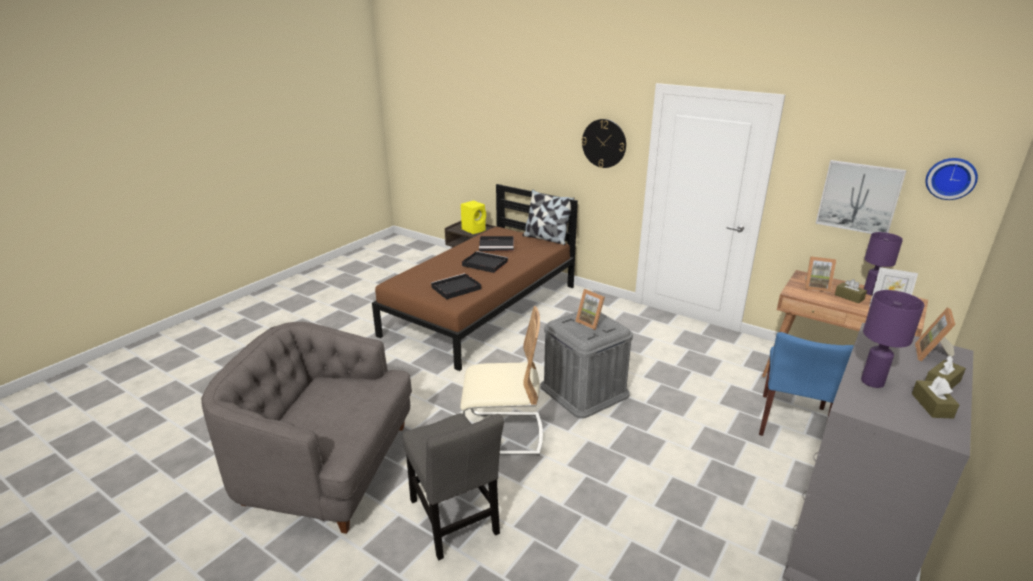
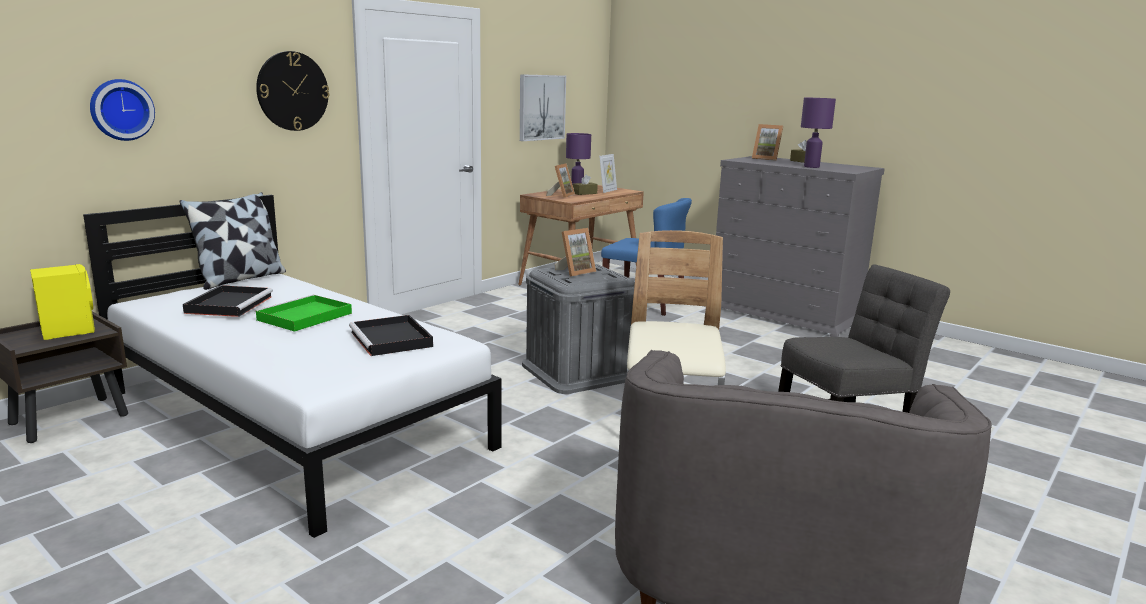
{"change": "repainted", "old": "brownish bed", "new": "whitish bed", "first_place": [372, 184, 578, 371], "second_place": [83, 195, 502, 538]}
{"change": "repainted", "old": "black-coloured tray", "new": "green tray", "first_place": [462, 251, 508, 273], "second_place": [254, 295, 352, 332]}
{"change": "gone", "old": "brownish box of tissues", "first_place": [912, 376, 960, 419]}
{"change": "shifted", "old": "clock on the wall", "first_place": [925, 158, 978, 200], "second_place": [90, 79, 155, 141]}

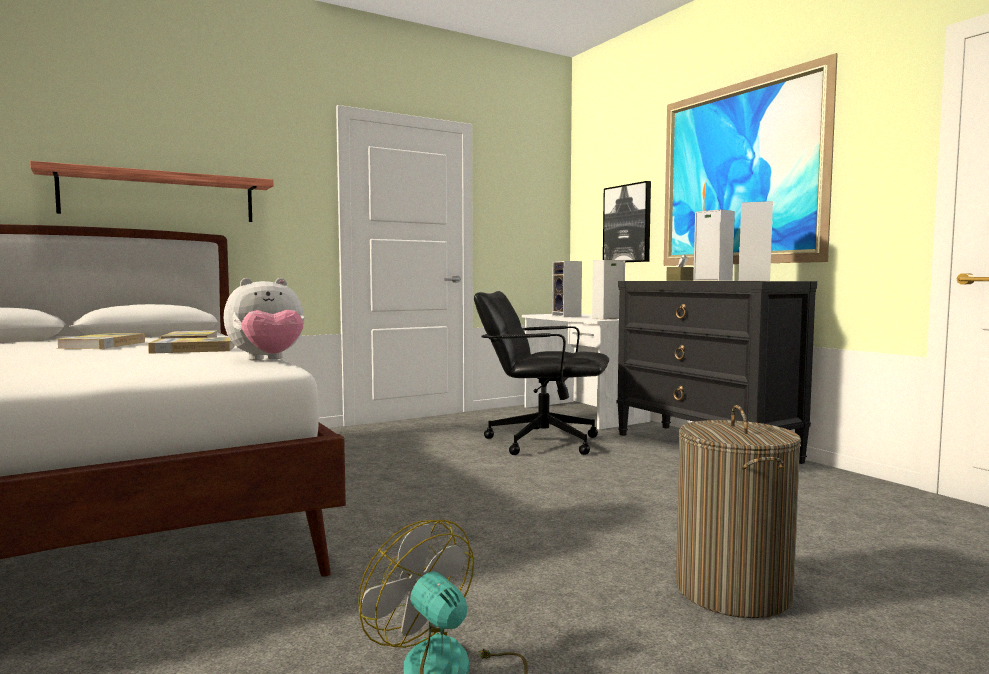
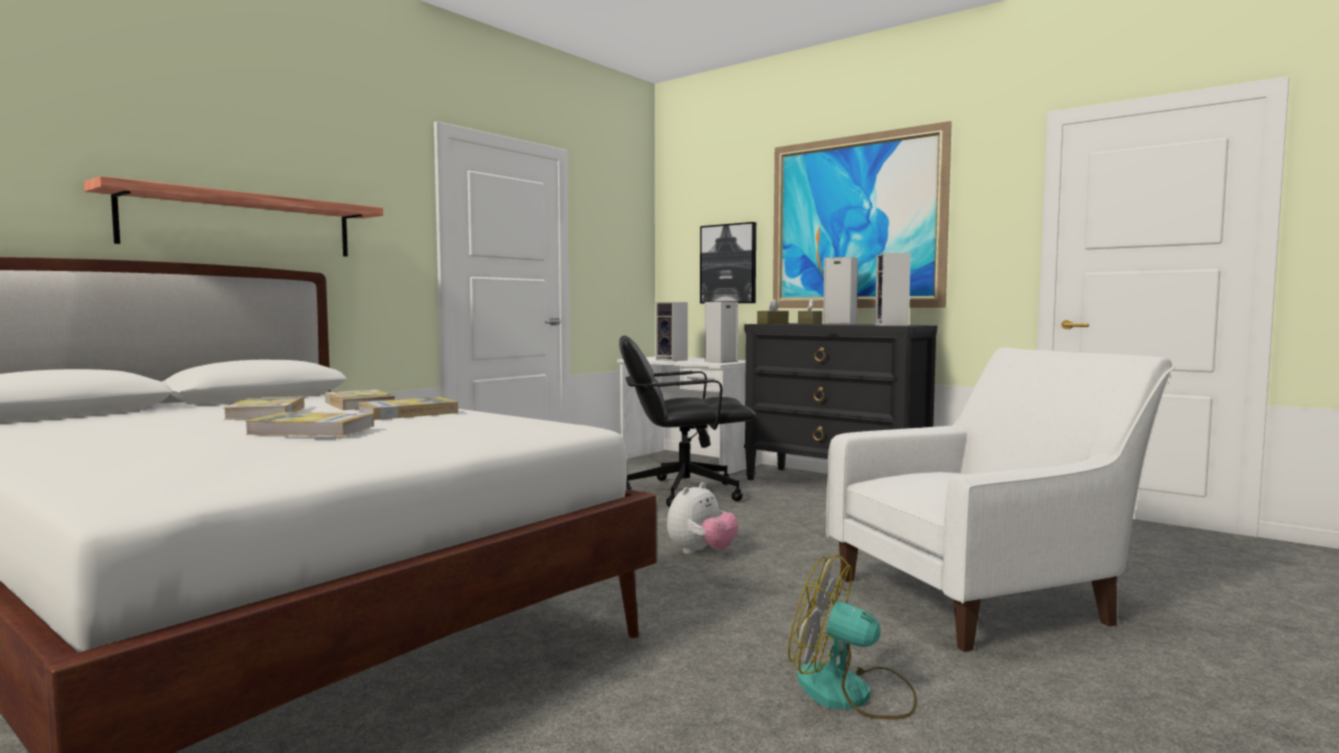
{"change": "shifted", "old": "cuddly toy", "first_place": [223, 278, 305, 360], "second_place": [667, 483, 739, 554]}
{"change": "swapped", "old": "washing basket", "new": "whitish lounge chair", "first_place": [676, 405, 801, 618], "second_place": [826, 348, 1175, 652]}
{"change": "new", "new": "bound book", "second_place": [245, 412, 374, 436]}
{"change": "new", "new": "brownish box of tissues", "second_place": [757, 299, 789, 324]}

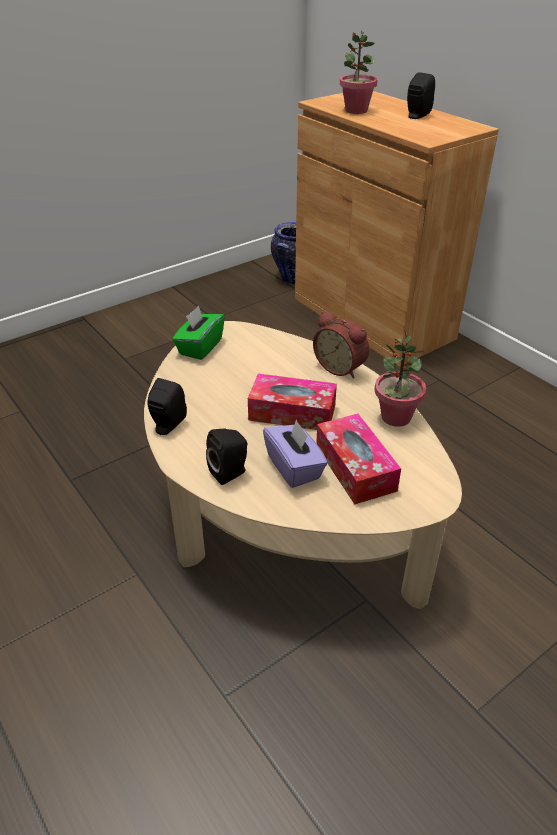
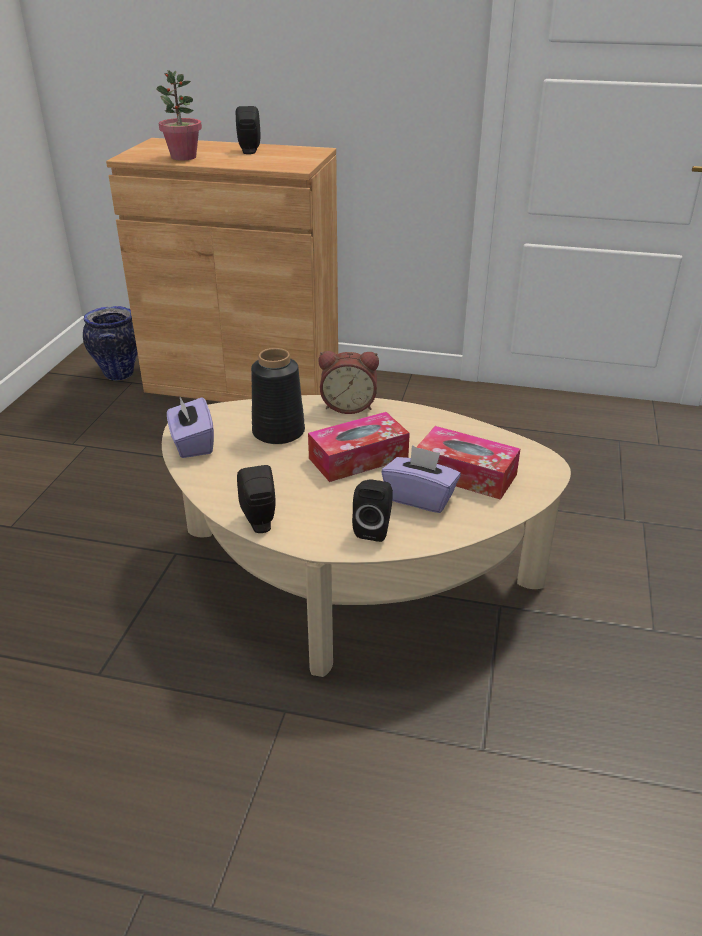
{"change": "repainted", "old": "green box of tissues", "new": "purple-coloured box of tissues", "first_place": [172, 306, 225, 360], "second_place": [167, 395, 214, 458]}
{"change": "gone", "old": "plant in a pot", "first_place": [374, 331, 426, 427]}
{"change": "new", "new": "black-coloured flower vase", "second_place": [251, 348, 305, 444]}

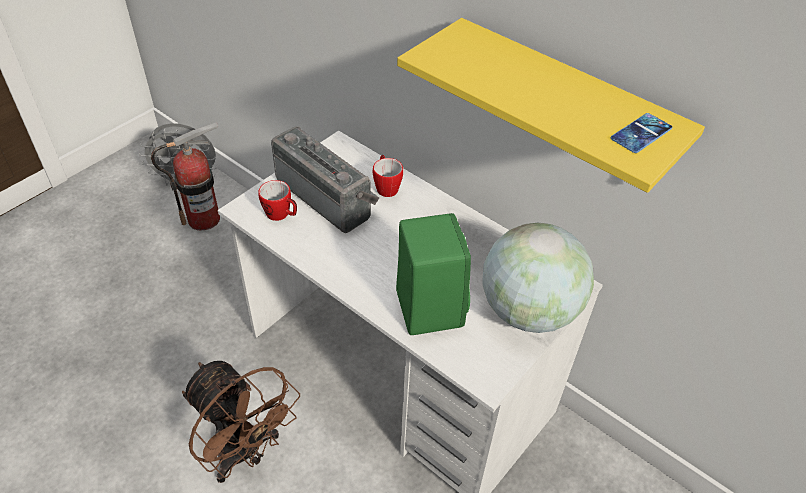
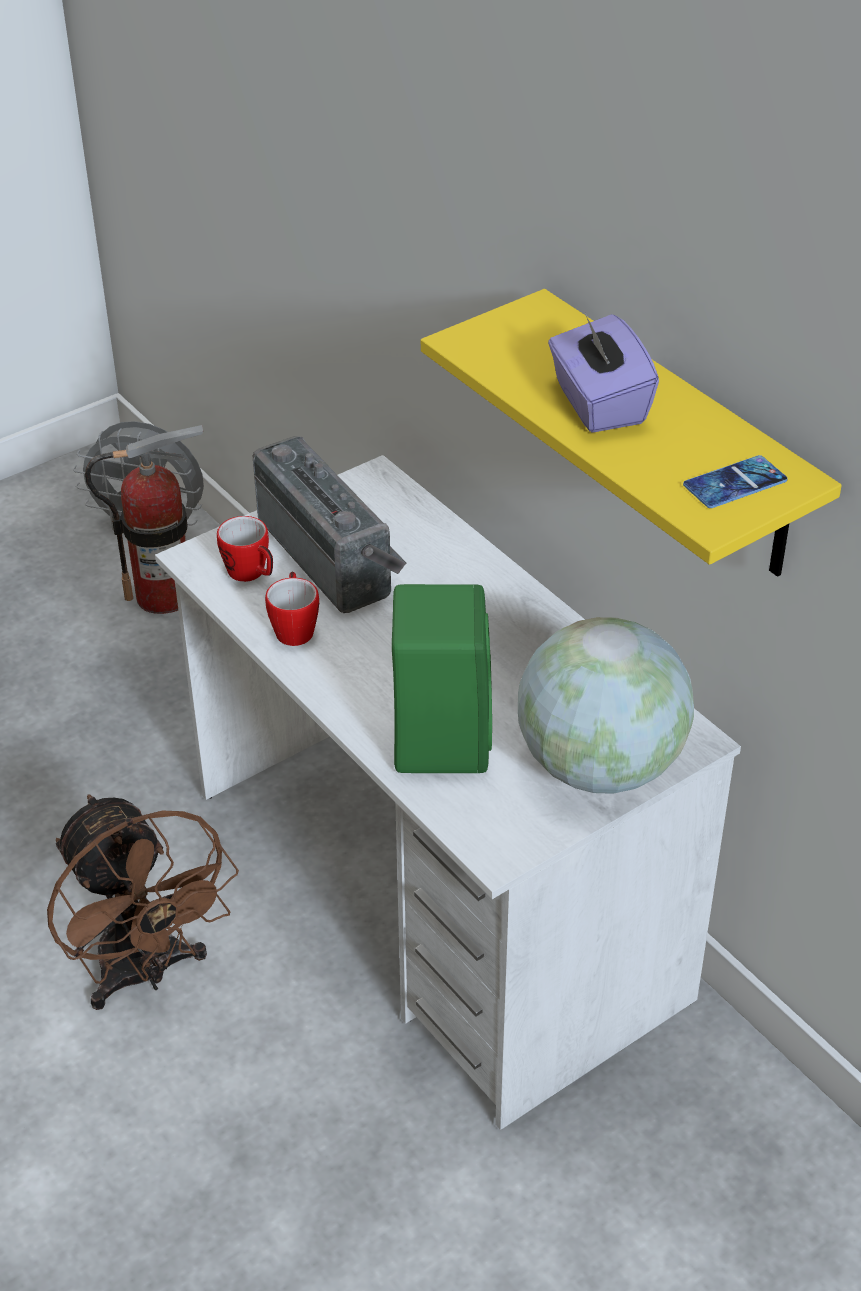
{"change": "shifted", "old": "mug", "first_place": [373, 155, 403, 197], "second_place": [265, 571, 319, 646]}
{"change": "new", "new": "purple-coloured box of tissues", "second_place": [548, 313, 659, 433]}

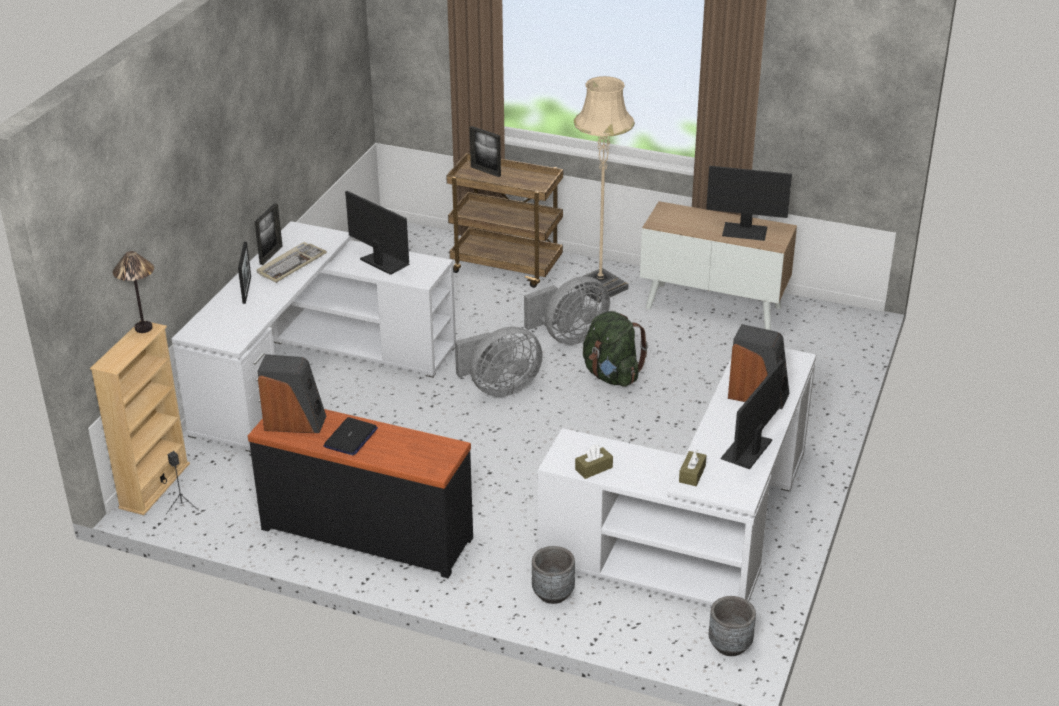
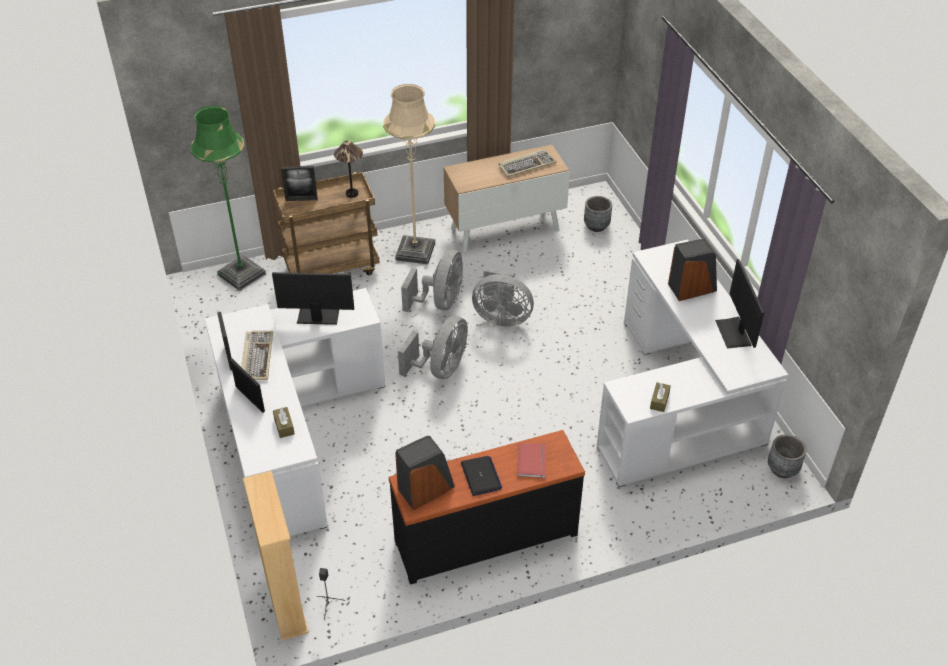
{"change": "shifted", "old": "table lamp", "first_place": [113, 251, 154, 333], "second_place": [334, 140, 363, 198]}
{"change": "shifted", "old": "greyish plant pot", "first_place": [532, 546, 575, 604], "second_place": [584, 196, 612, 232]}
{"change": "swapped", "old": "green knapsack", "new": "greyish electric fan", "first_place": [583, 311, 648, 387], "second_place": [472, 267, 534, 327]}
{"change": "shifted", "old": "brownish box of tissues", "first_place": [679, 450, 706, 486], "second_place": [273, 407, 295, 438]}
{"change": "swapped", "old": "monitor", "new": "computer keyboard", "first_place": [706, 166, 792, 241], "second_place": [499, 149, 556, 177]}
{"change": "new", "new": "green floor lamp", "second_place": [190, 106, 266, 291]}
{"change": "new", "new": "red bound book", "second_place": [517, 443, 547, 478]}

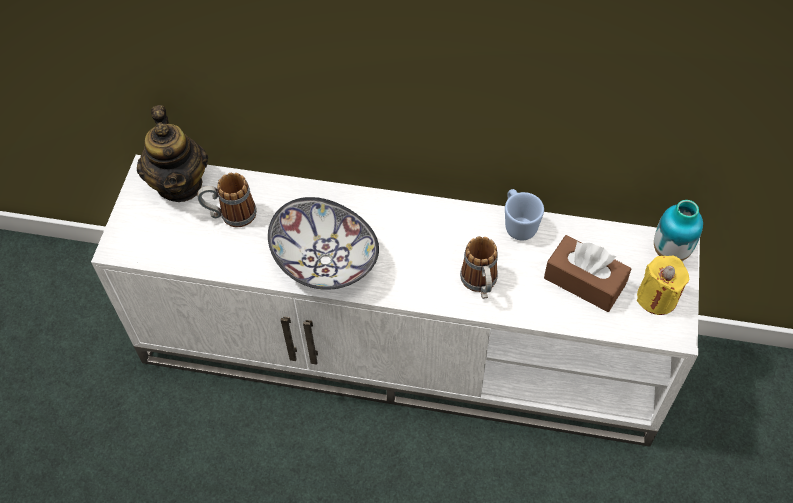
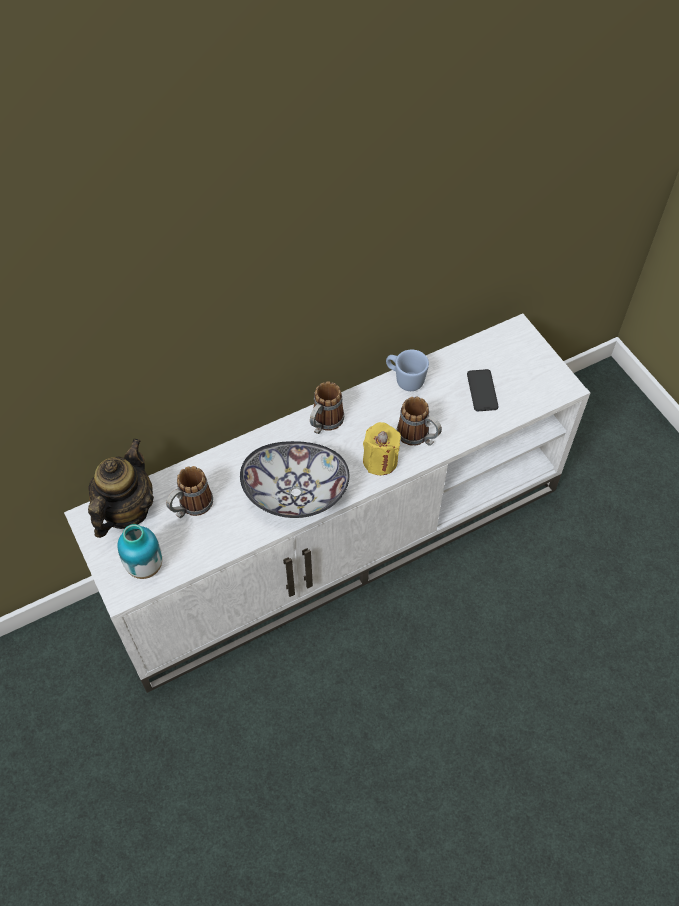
{"change": "rotated", "old": "tea pot", "first_place": [137, 105, 208, 202], "second_place": [88, 439, 154, 538], "degrees": -105}
{"change": "swapped", "old": "brownish box of tissues", "new": "handset", "first_place": [544, 235, 631, 312], "second_place": [467, 369, 499, 411]}
{"change": "shifted", "old": "yellow-coloured candle", "first_place": [637, 256, 689, 315], "second_place": [363, 422, 401, 476]}
{"change": "shifted", "old": "flower vase", "first_place": [654, 200, 703, 261], "second_place": [118, 524, 162, 579]}
{"change": "new", "new": "mug", "second_place": [310, 382, 344, 434]}

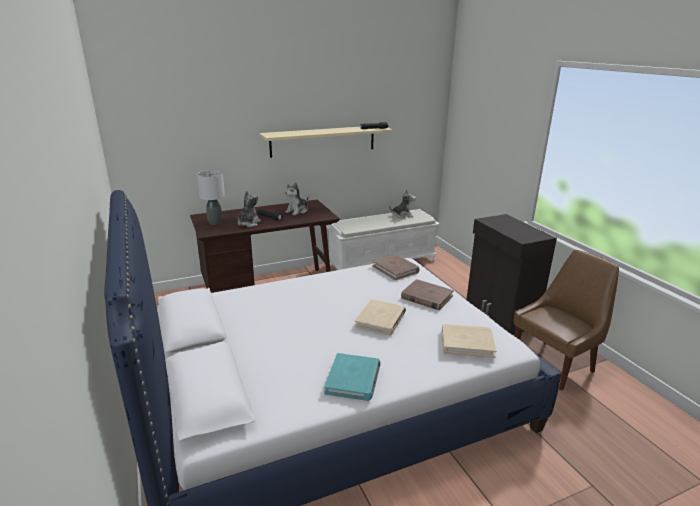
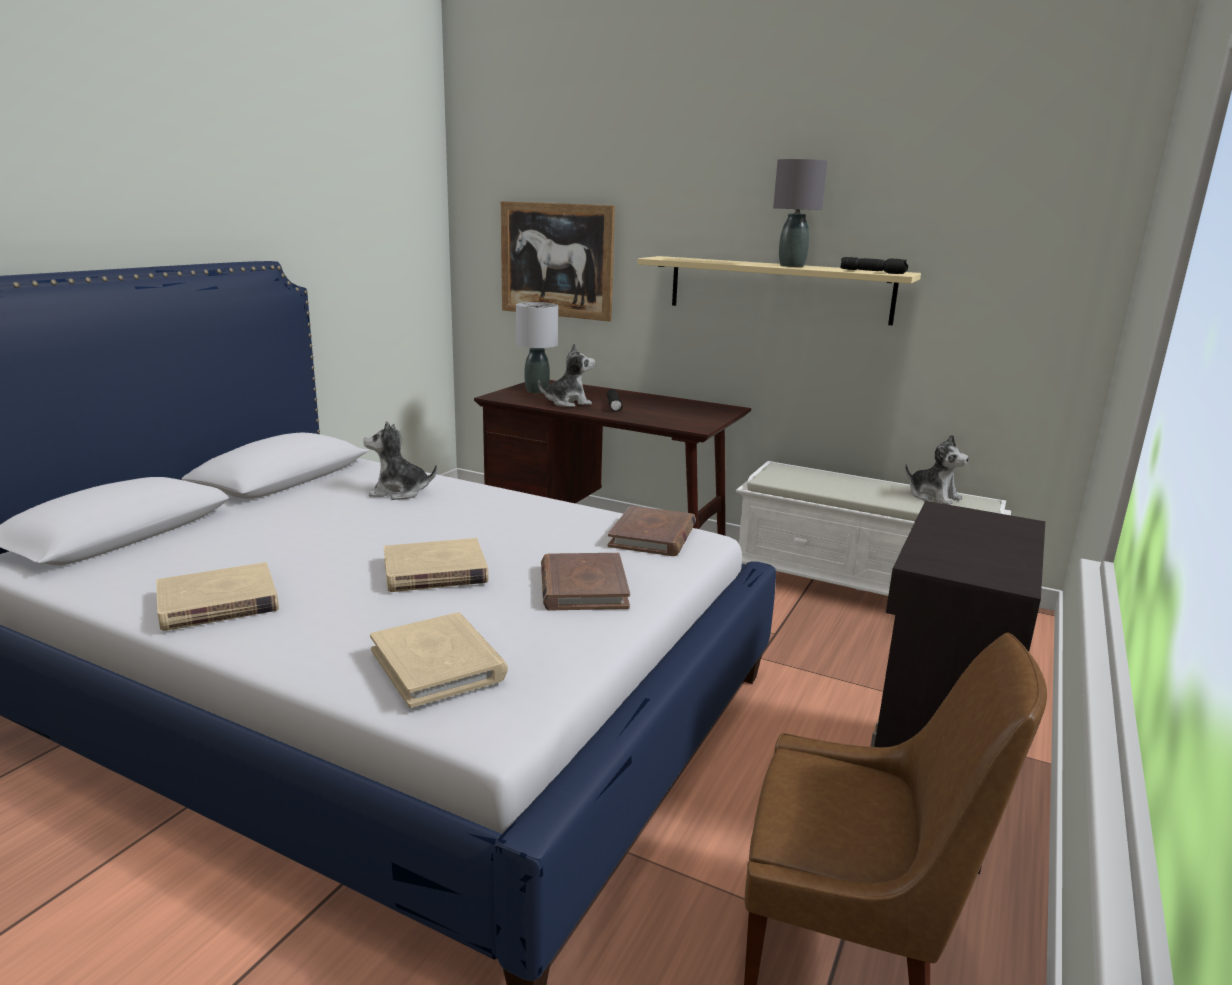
{"change": "shifted", "old": "cuddly toy", "first_place": [285, 182, 308, 215], "second_place": [363, 421, 437, 500]}
{"change": "repainted", "old": "turquoise bound book", "new": "sand-coloured bound book", "first_place": [324, 353, 381, 401], "second_place": [156, 562, 279, 631]}
{"change": "new", "new": "wall picture", "second_place": [501, 201, 615, 321]}
{"change": "new", "new": "greyish table lamp", "second_place": [773, 159, 827, 267]}

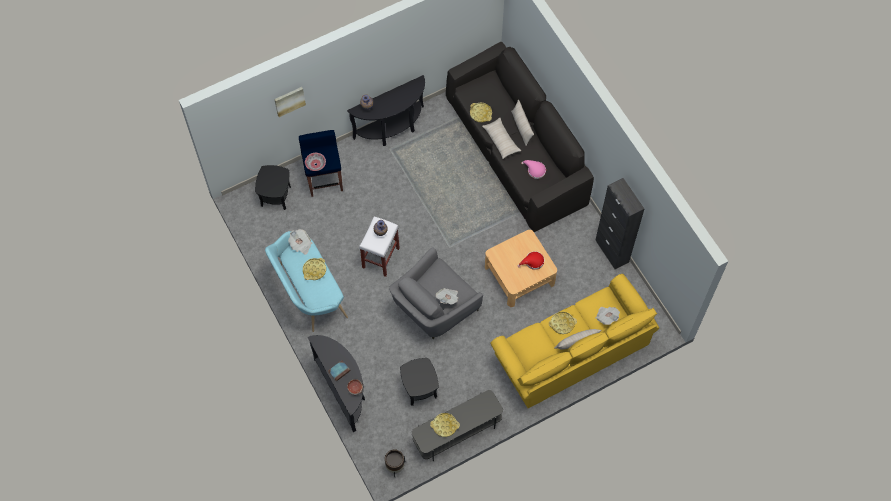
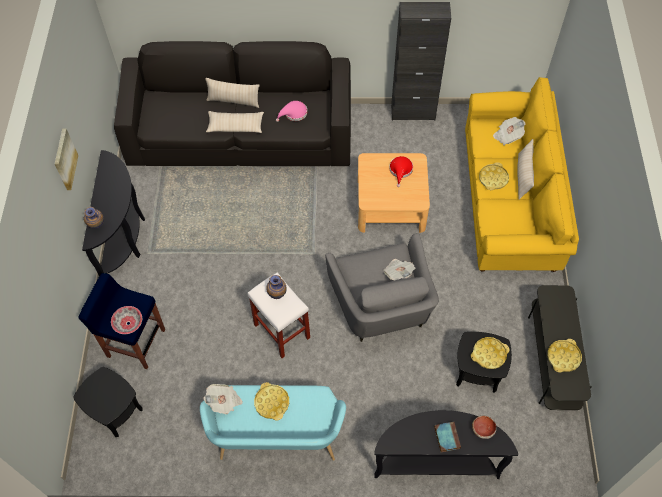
{"change": "shifted", "old": "wall picture", "first_place": [274, 87, 306, 117], "second_place": [54, 129, 78, 190]}
{"change": "gone", "old": "brownish plant pot", "first_place": [385, 449, 405, 477]}
{"change": "shifted", "old": "yellow-coloured tray", "first_place": [470, 103, 492, 122], "second_place": [471, 337, 510, 369]}

